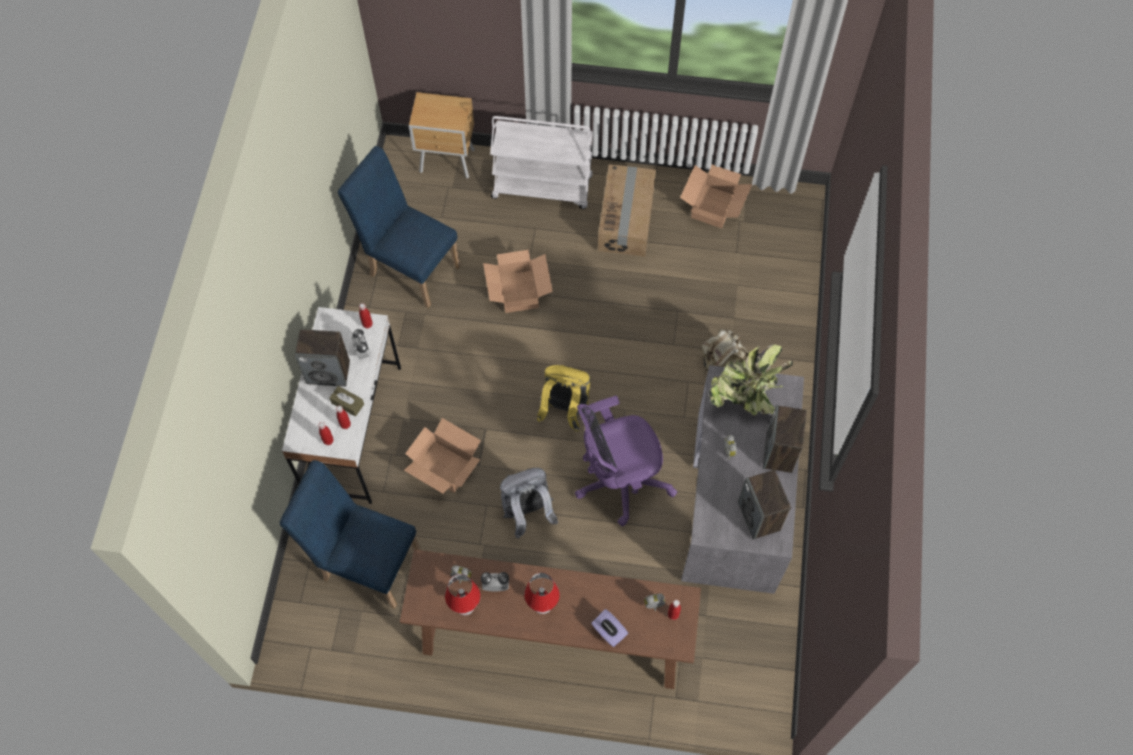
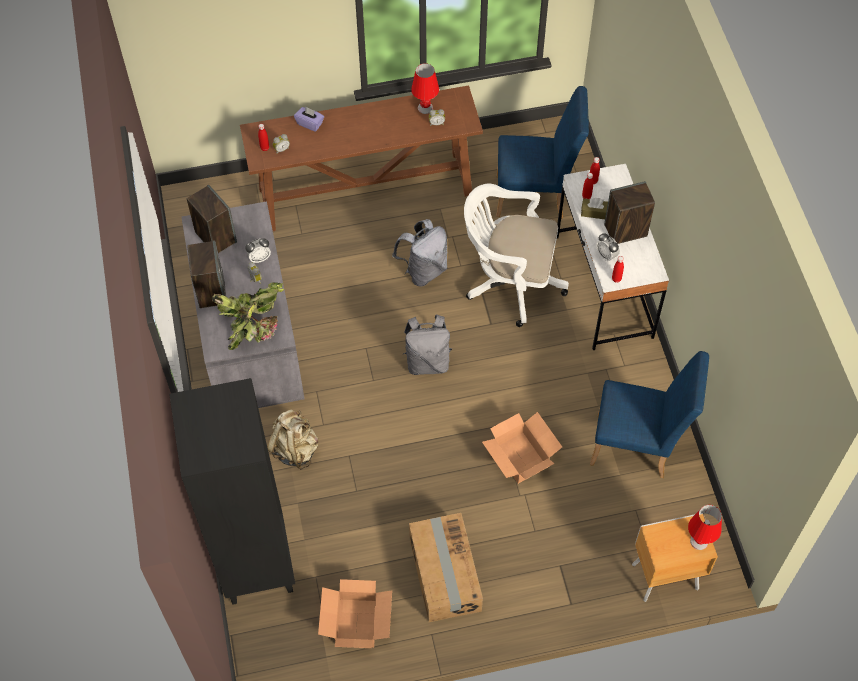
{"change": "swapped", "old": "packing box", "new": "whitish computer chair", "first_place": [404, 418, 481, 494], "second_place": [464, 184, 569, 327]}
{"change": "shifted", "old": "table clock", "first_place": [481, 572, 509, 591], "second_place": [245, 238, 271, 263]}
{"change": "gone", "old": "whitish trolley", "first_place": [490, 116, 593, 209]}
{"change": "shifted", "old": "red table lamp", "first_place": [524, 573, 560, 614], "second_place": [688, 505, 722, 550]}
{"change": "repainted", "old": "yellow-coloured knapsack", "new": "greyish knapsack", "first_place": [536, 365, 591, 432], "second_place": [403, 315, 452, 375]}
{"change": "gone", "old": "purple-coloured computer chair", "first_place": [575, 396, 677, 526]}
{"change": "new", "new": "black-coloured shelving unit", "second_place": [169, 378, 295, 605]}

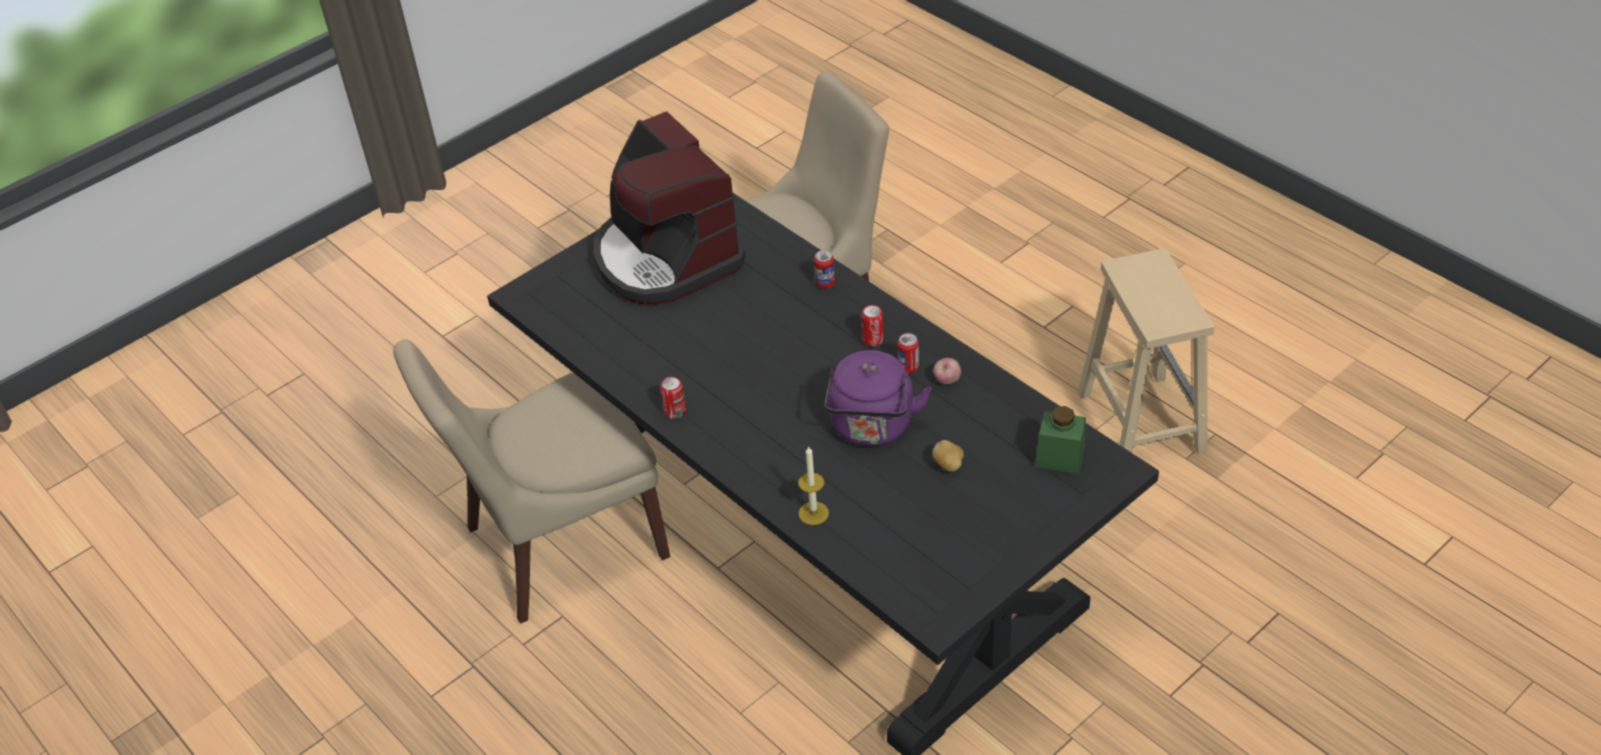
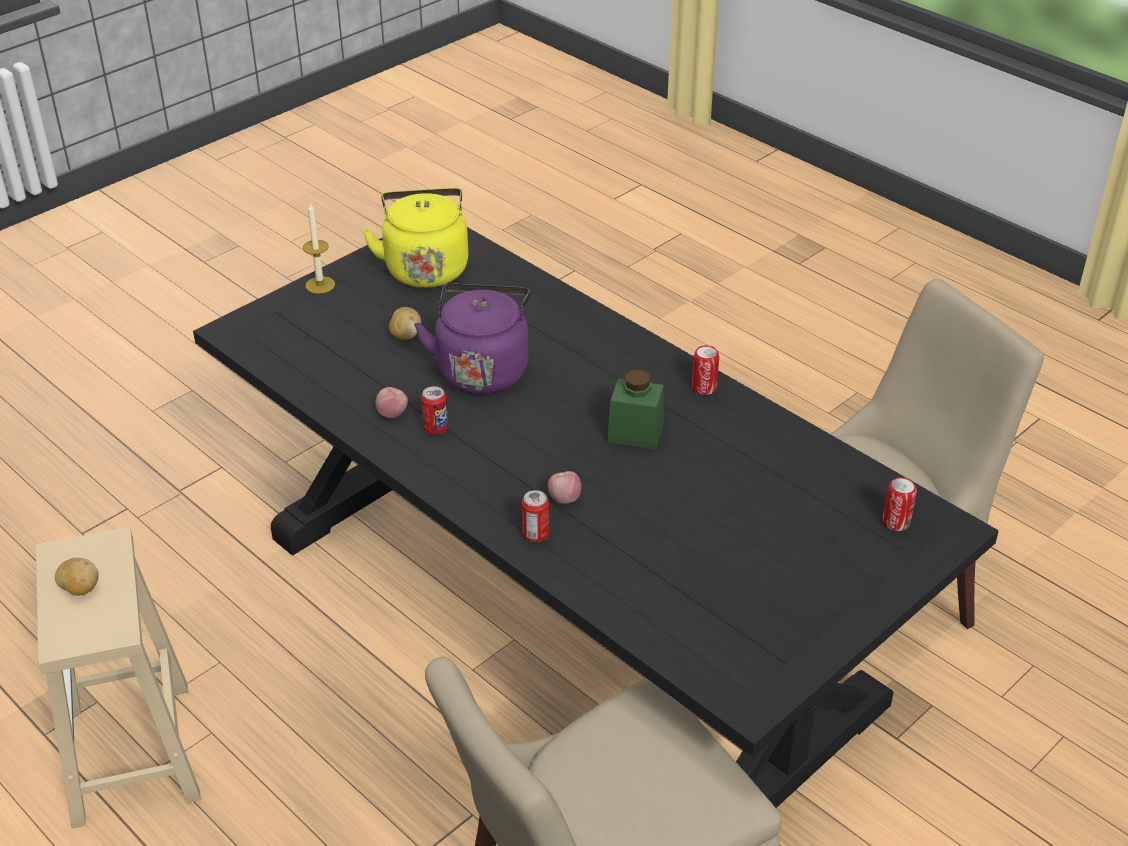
{"change": "gone", "old": "coffee brewer", "first_place": [594, 111, 746, 306]}
{"change": "shifted", "old": "candle", "first_place": [798, 446, 829, 525], "second_place": [303, 203, 335, 294]}
{"change": "shifted", "old": "metal can", "first_place": [861, 305, 884, 346], "second_place": [883, 477, 917, 531]}
{"change": "shifted", "old": "green preserve jar", "first_place": [1035, 406, 1086, 474], "second_place": [607, 370, 664, 449]}
{"change": "new", "new": "potato", "second_place": [55, 558, 99, 596]}
{"change": "new", "new": "yellow-coloured kettle", "second_place": [362, 188, 468, 288]}
{"change": "new", "new": "apple fruit", "second_place": [548, 471, 581, 504]}

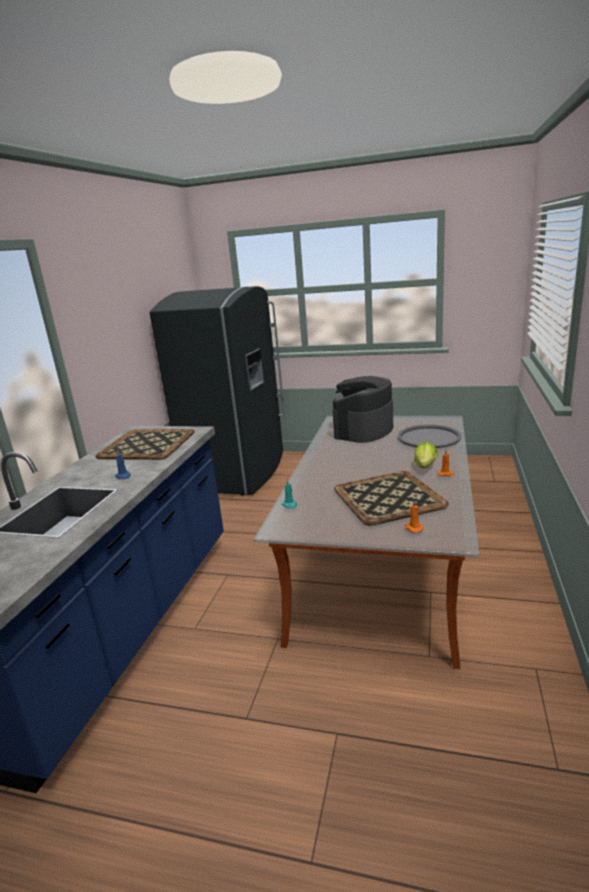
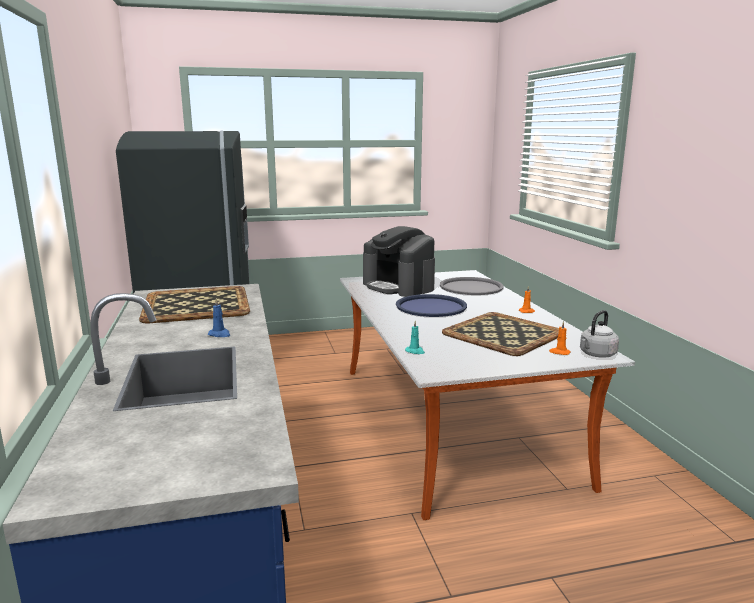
{"change": "rotated", "old": "coffee brewer", "first_place": [332, 376, 393, 443], "second_place": [363, 226, 435, 297], "degrees": -45}
{"change": "gone", "old": "head of lettuce", "first_place": [414, 442, 438, 468]}
{"change": "new", "new": "blue-coloured tray", "second_place": [396, 294, 467, 317]}
{"change": "new", "new": "greyish kettle", "second_place": [580, 310, 619, 358]}

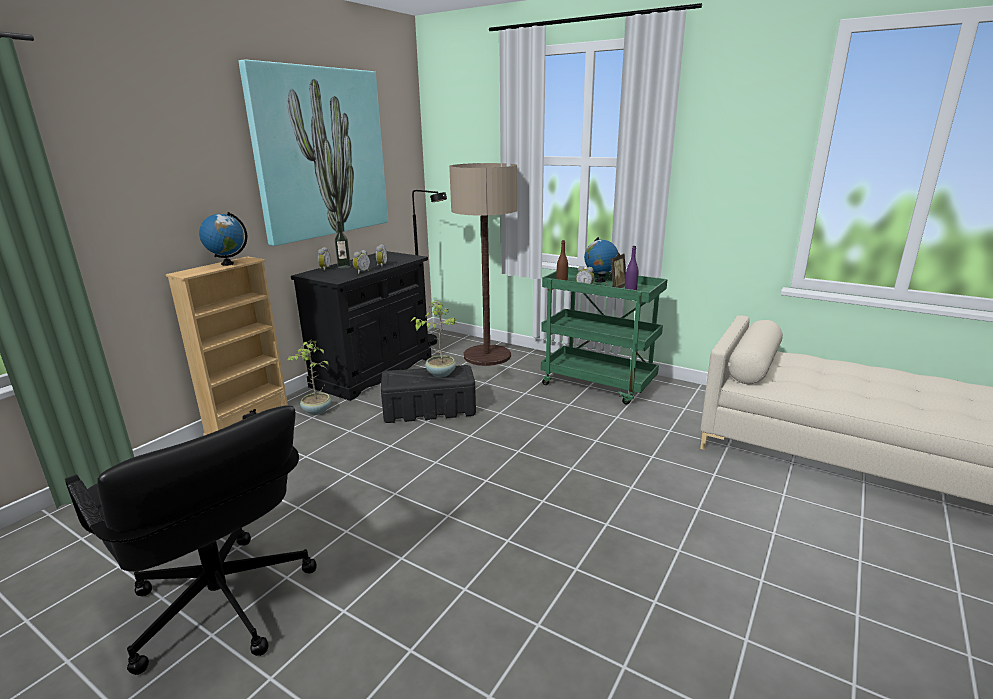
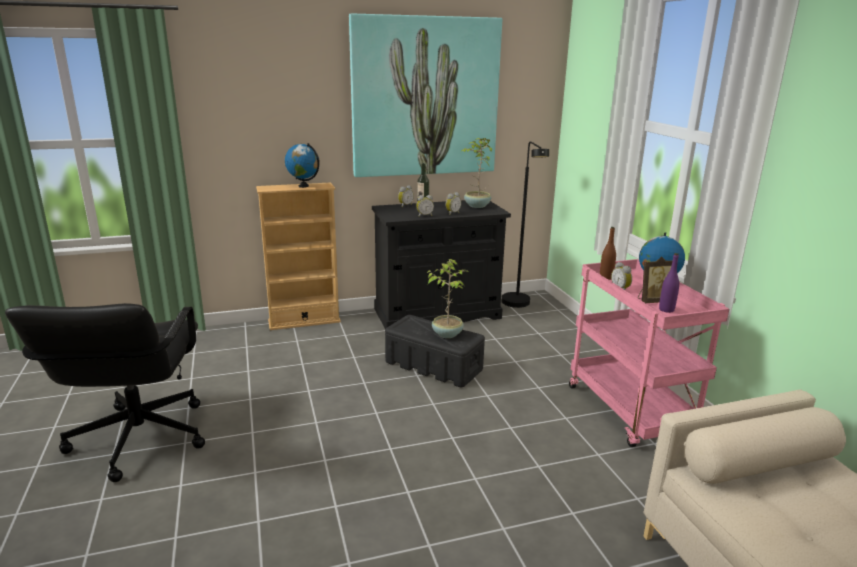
{"change": "shifted", "old": "plant in a pot", "first_place": [286, 339, 332, 415], "second_place": [461, 138, 492, 208]}
{"change": "gone", "old": "floor lamp", "first_place": [449, 163, 517, 366]}
{"change": "repainted", "old": "green trolley", "new": "pink-coloured trolley", "first_place": [541, 267, 668, 405], "second_place": [569, 259, 729, 447]}

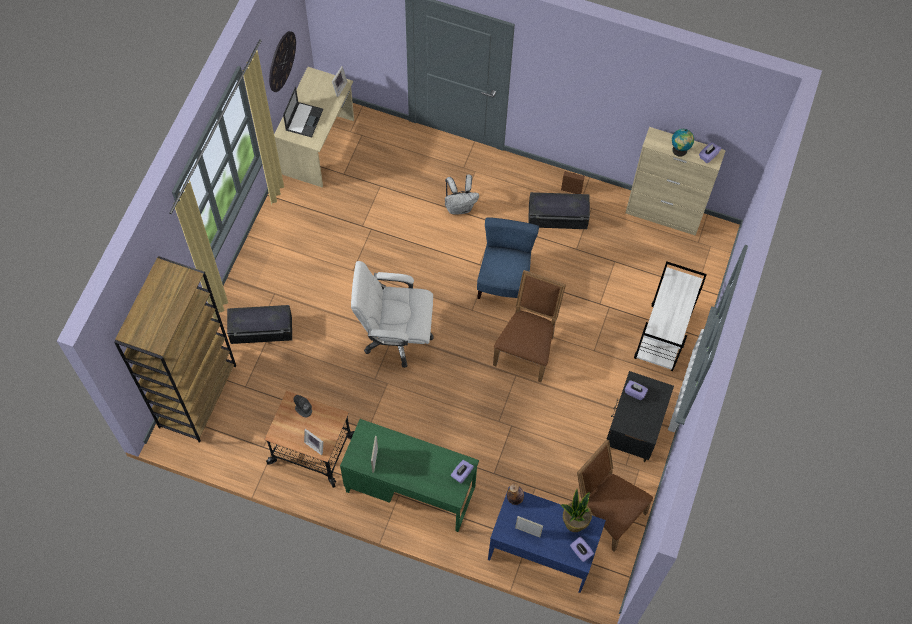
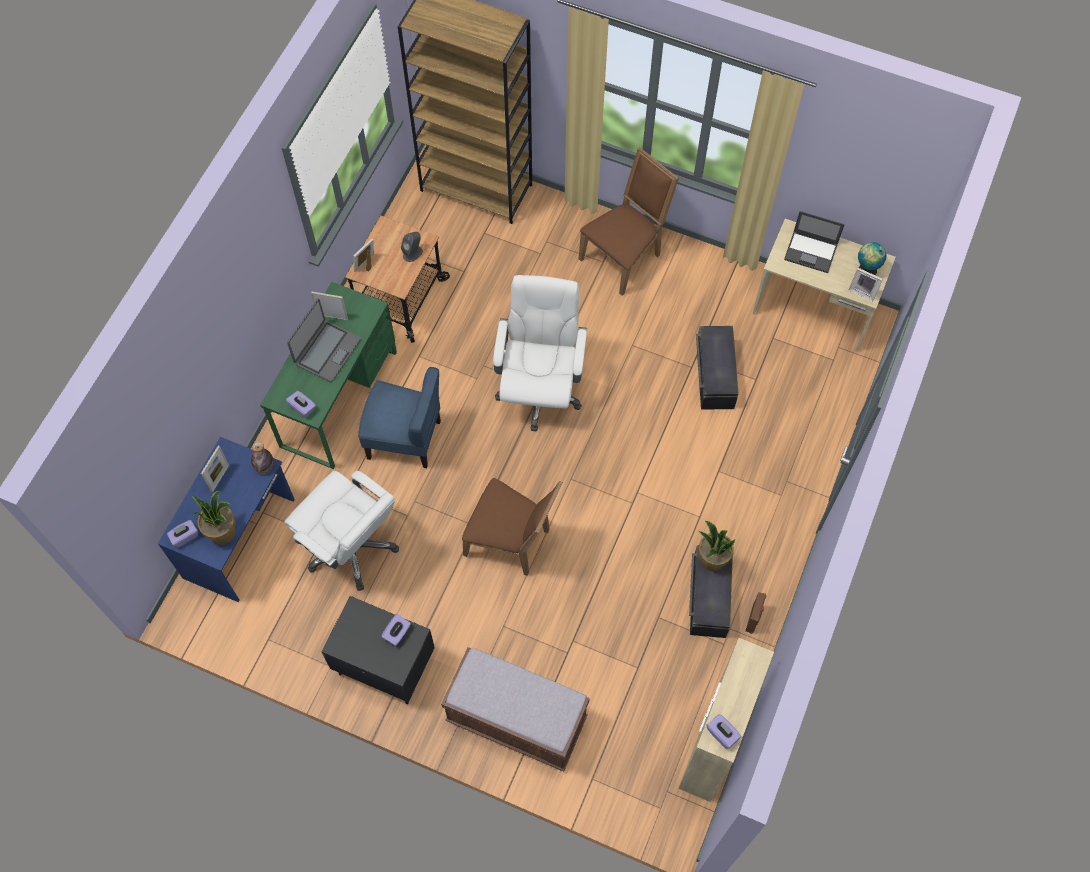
{"change": "shifted", "old": "black-coloured storage bin", "first_place": [227, 305, 292, 344], "second_place": [696, 326, 739, 410]}
{"change": "gone", "old": "clock on the wall", "first_place": [269, 31, 296, 92]}
{"change": "gone", "old": "whitish knapsack", "first_place": [445, 174, 479, 215]}
{"change": "shifted", "old": "blue-coloured upright chair", "first_place": [477, 217, 539, 299], "second_place": [358, 367, 441, 468]}
{"change": "shifted", "old": "brownish upright chair", "first_place": [577, 440, 653, 552], "second_place": [579, 147, 679, 296]}
{"change": "swapped", "old": "whitish trolley", "new": "brownish bench", "first_place": [634, 261, 707, 371], "second_place": [441, 647, 590, 772]}
{"change": "shifted", "old": "world globe", "first_place": [672, 129, 694, 157], "second_place": [858, 242, 886, 275]}
{"change": "new", "new": "whitish computer chair", "second_place": [284, 471, 399, 591]}
{"change": "new", "new": "laptop", "second_place": [287, 299, 361, 382]}
{"change": "new", "new": "plant in a pot", "second_place": [698, 521, 736, 571]}

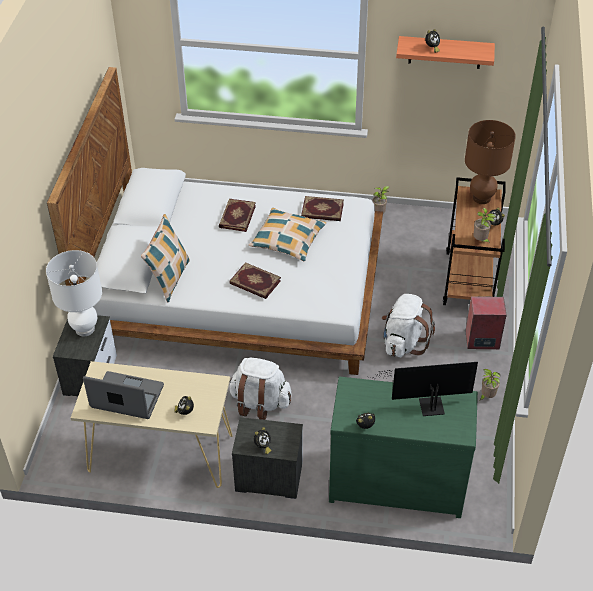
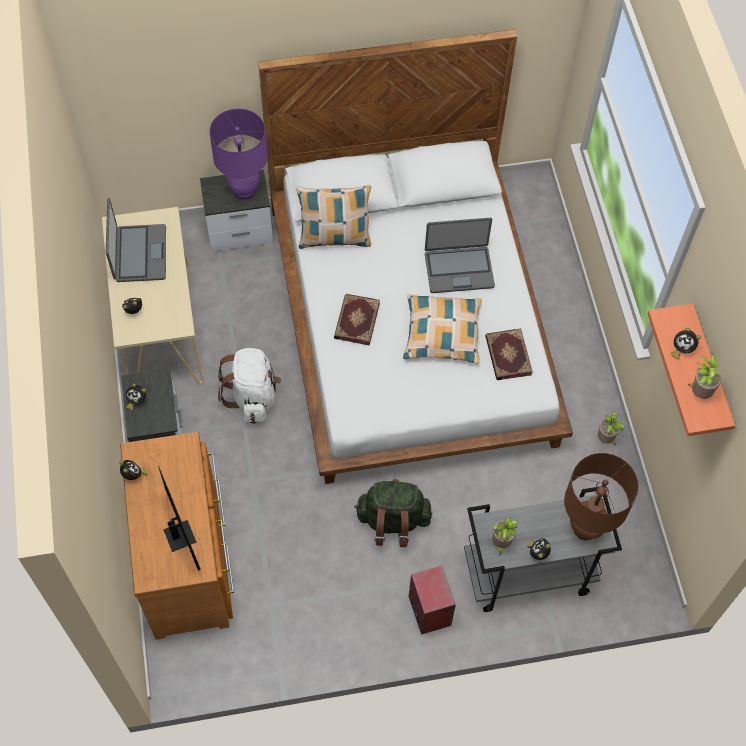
{"change": "repainted", "old": "whitish table lamp", "new": "purple-coloured table lamp", "first_place": [46, 250, 102, 336], "second_place": [209, 109, 268, 200]}
{"change": "swapped", "old": "bound book", "new": "laptop", "first_place": [219, 199, 256, 232], "second_place": [425, 218, 495, 293]}
{"change": "repainted", "old": "green drawer chest", "new": "brownish drawer chest", "first_place": [329, 376, 478, 518], "second_place": [120, 432, 234, 640]}
{"change": "repainted", "old": "whitish knapsack", "new": "green knapsack", "first_place": [382, 294, 435, 357], "second_place": [354, 479, 432, 547]}
{"change": "repainted", "old": "brownish trolley", "new": "greyish trolley", "first_place": [443, 177, 506, 305], "second_place": [464, 486, 622, 612]}
{"change": "shifted", "old": "plant in a pot", "first_place": [479, 369, 500, 401], "second_place": [688, 354, 721, 399]}

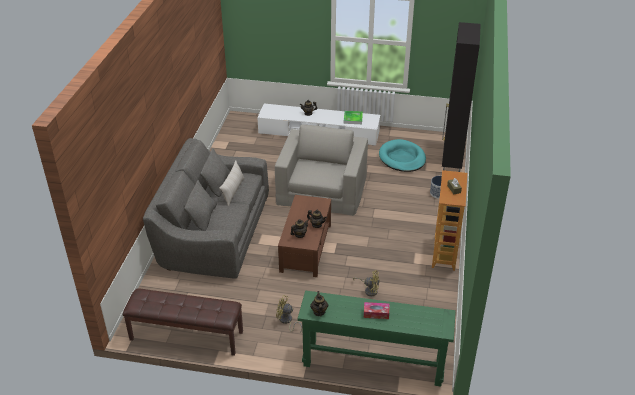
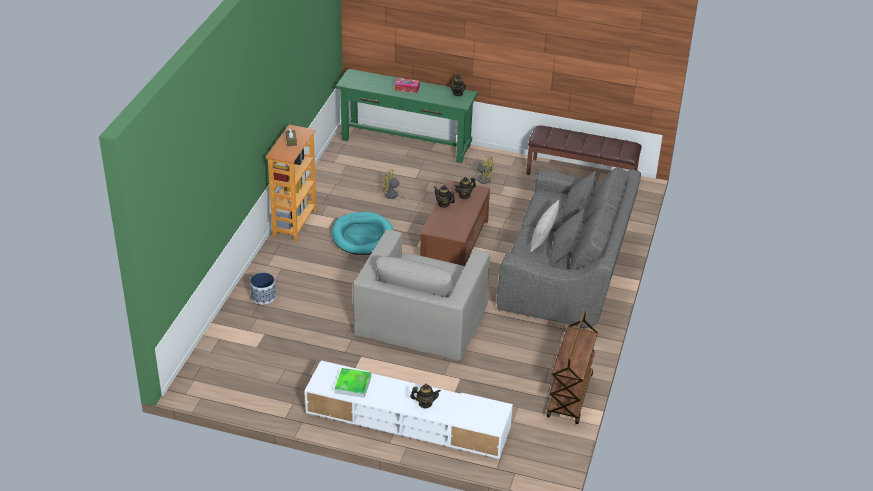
{"change": "shifted", "old": "turquoise dog cushion", "first_place": [379, 139, 426, 172], "second_place": [332, 212, 394, 255]}
{"change": "gone", "old": "black-coloured storage cabinet", "first_place": [442, 22, 481, 172]}
{"change": "new", "new": "brownish trolley", "second_place": [547, 311, 598, 424]}

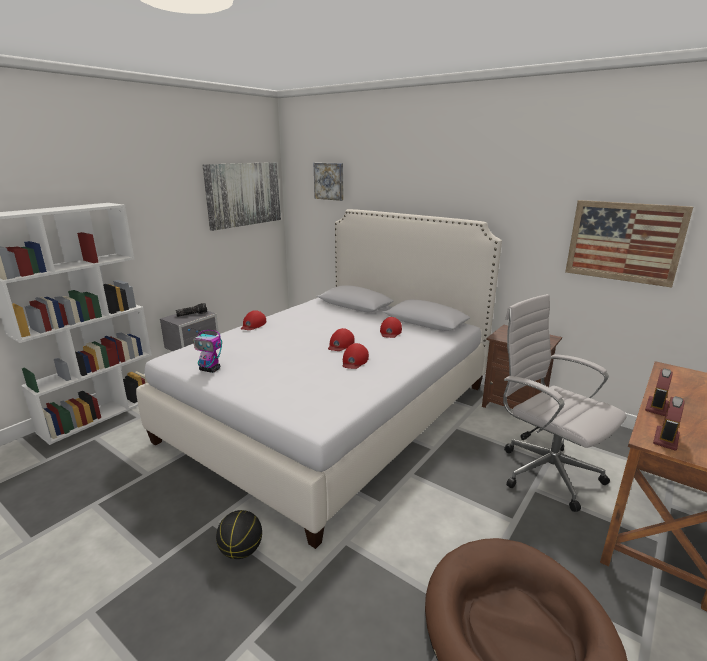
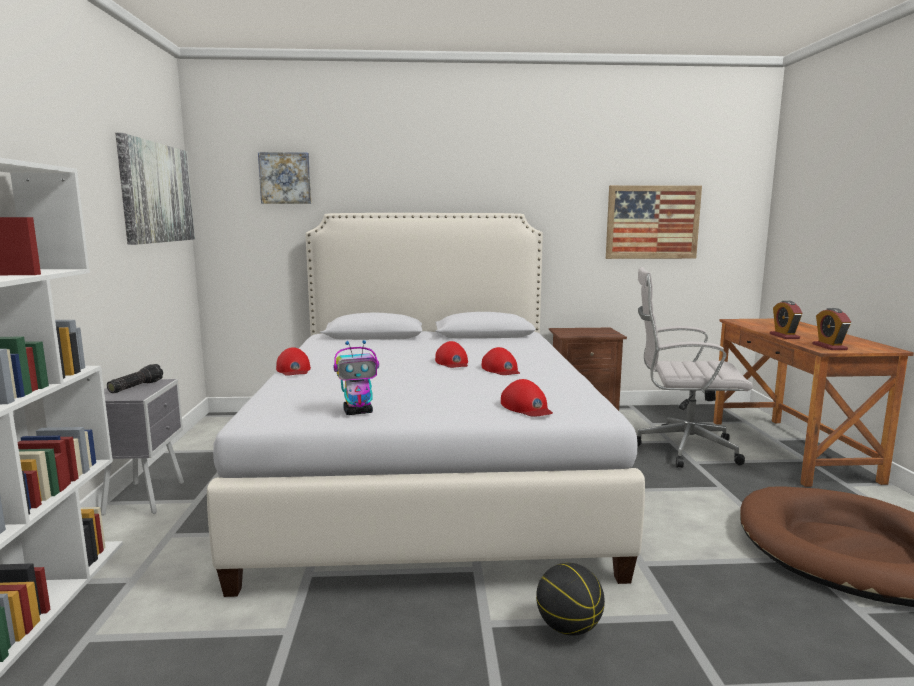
{"change": "shifted", "old": "red cap", "first_place": [380, 317, 402, 338], "second_place": [501, 379, 553, 417]}

